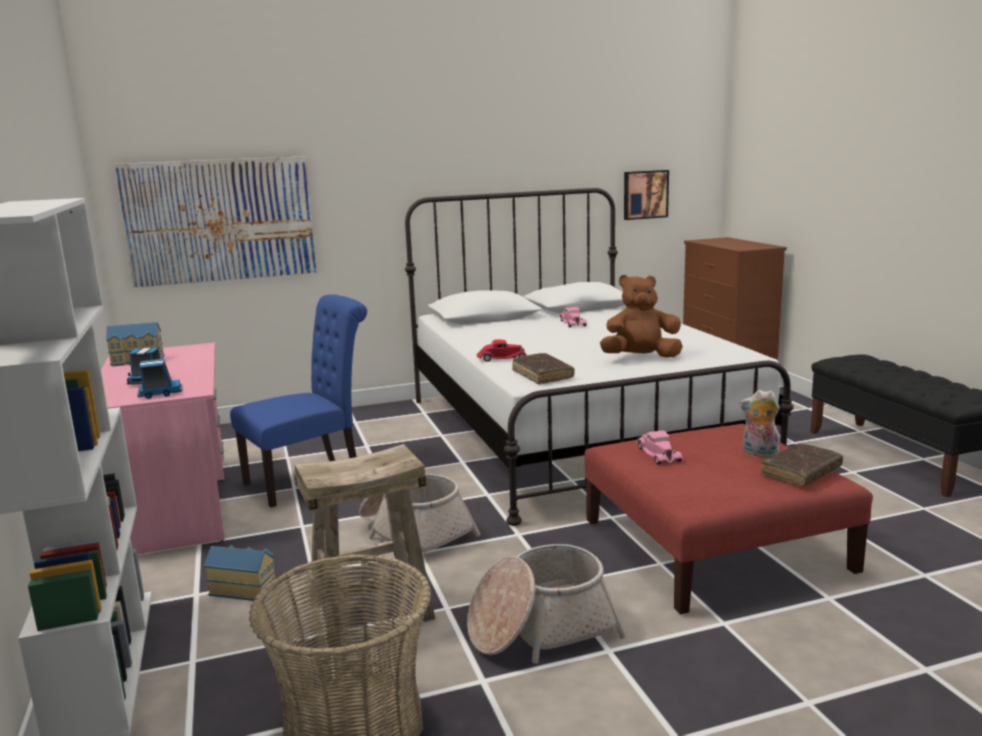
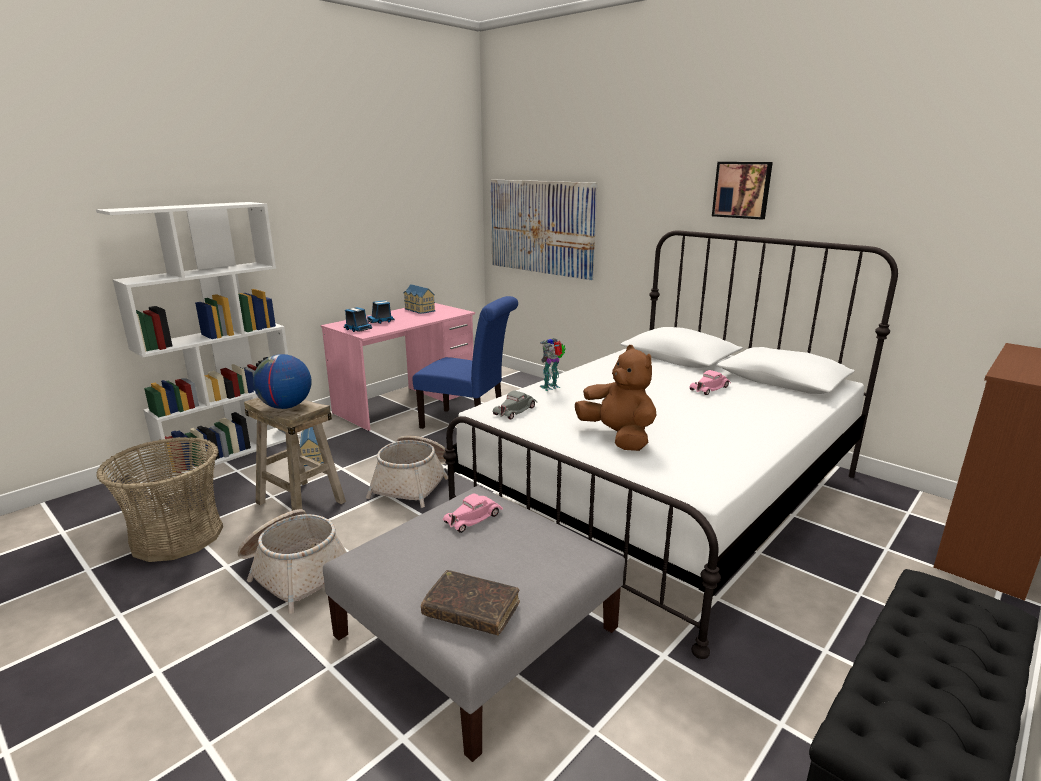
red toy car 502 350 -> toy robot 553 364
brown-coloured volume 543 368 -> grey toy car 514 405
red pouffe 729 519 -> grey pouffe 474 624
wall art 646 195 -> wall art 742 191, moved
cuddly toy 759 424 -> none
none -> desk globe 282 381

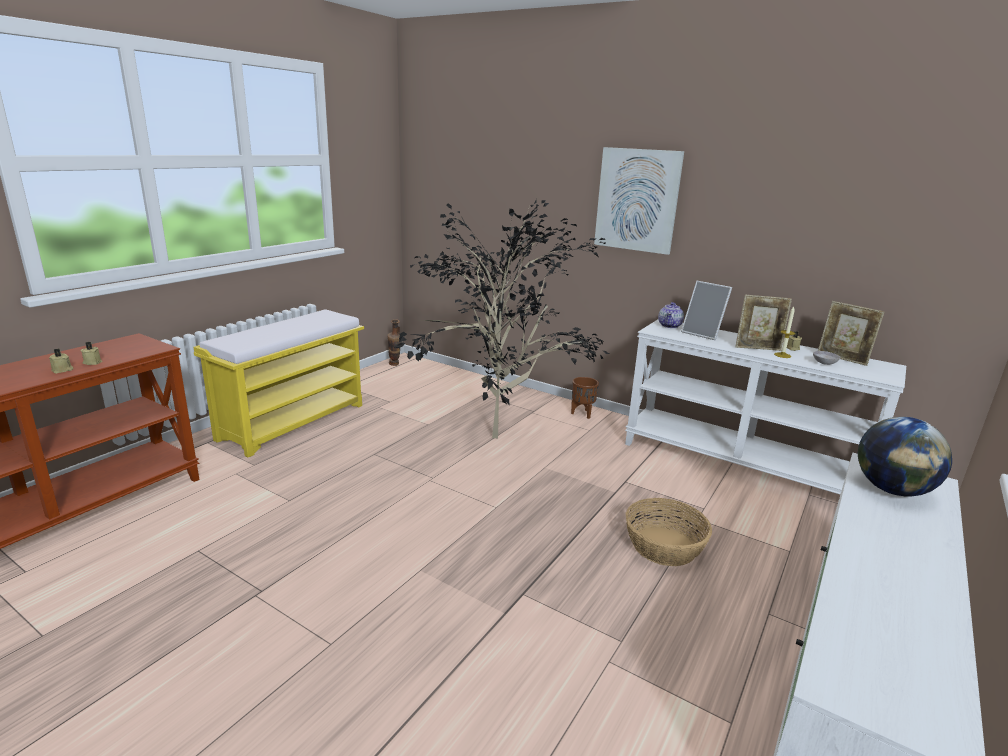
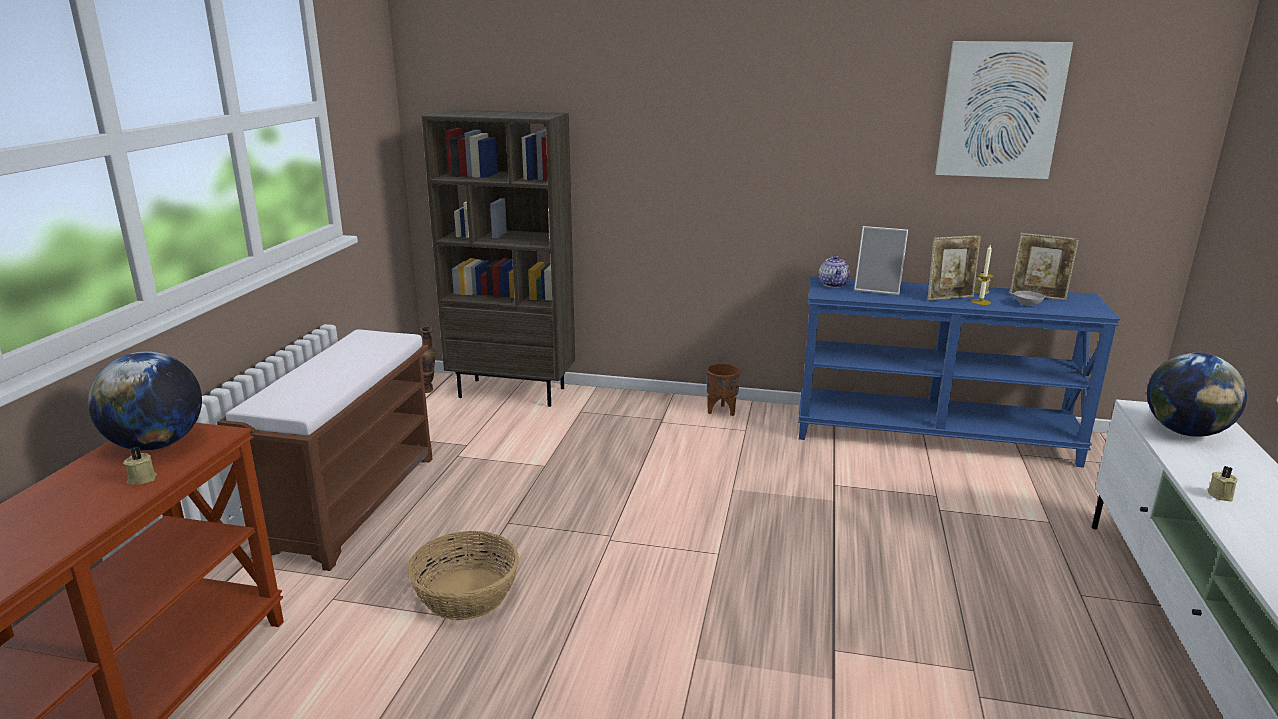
beige wax candle 61 360 -> beige wax candle 1223 483, moved
yellowish indoor bench 279 383 -> brown-coloured indoor bench 324 450
potted plant 502 318 -> none
wall art 639 201 -> wall art 1004 110, moved
white-coloured console table 765 407 -> bluish console table 959 372
basket 669 532 -> basket 463 575, moved
none -> desk globe 145 401
none -> brown-coloured bookshelf 498 258

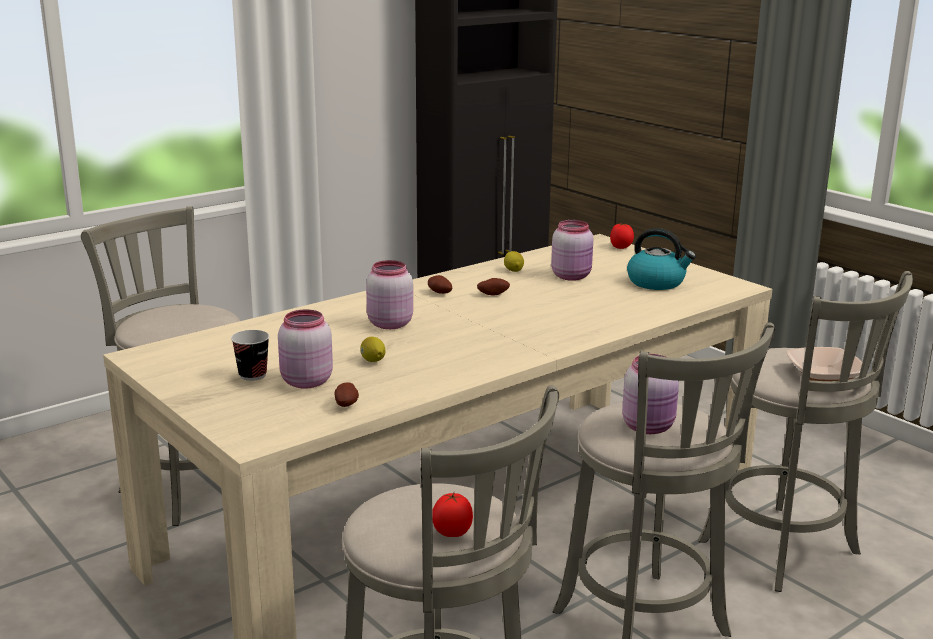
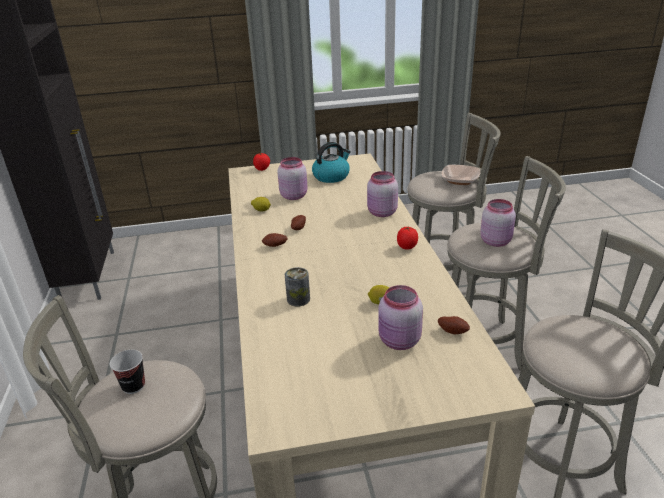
small cup 250 355 -> small cup 127 372, moved
pinkish jar 389 294 -> pinkish jar 382 194, moved
tomato 453 515 -> tomato 407 238, moved
none -> sealed can 297 287

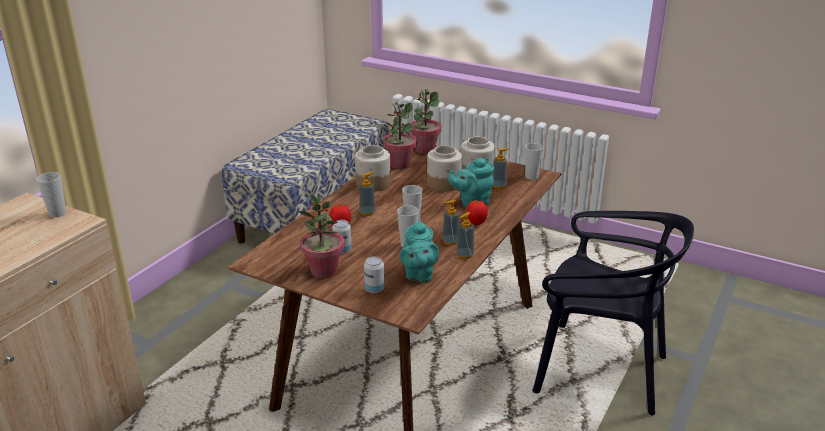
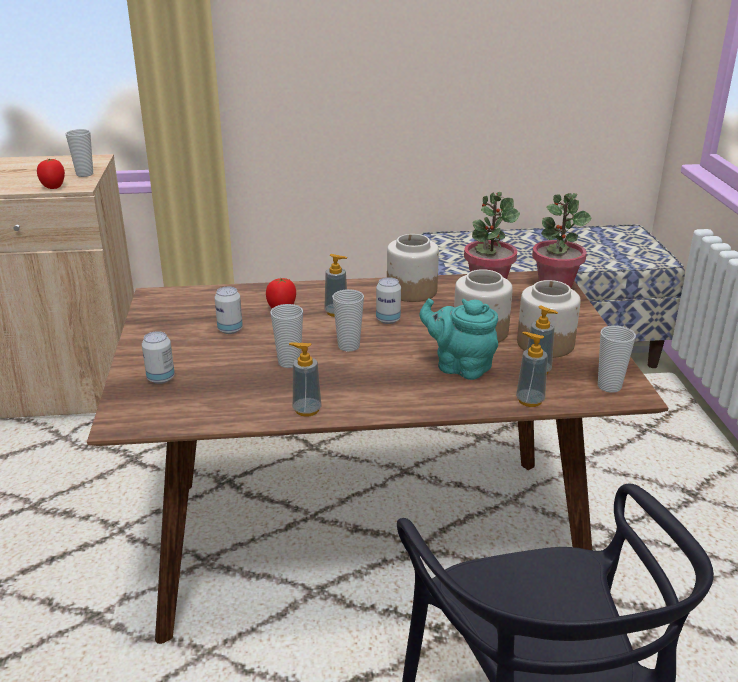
potted plant 321 236 -> none
turquoise-coloured pot for tea 419 251 -> none
soap bottle 450 222 -> soap bottle 532 369, moved
tomato 477 212 -> tomato 51 174, moved
none -> sealed can 388 300

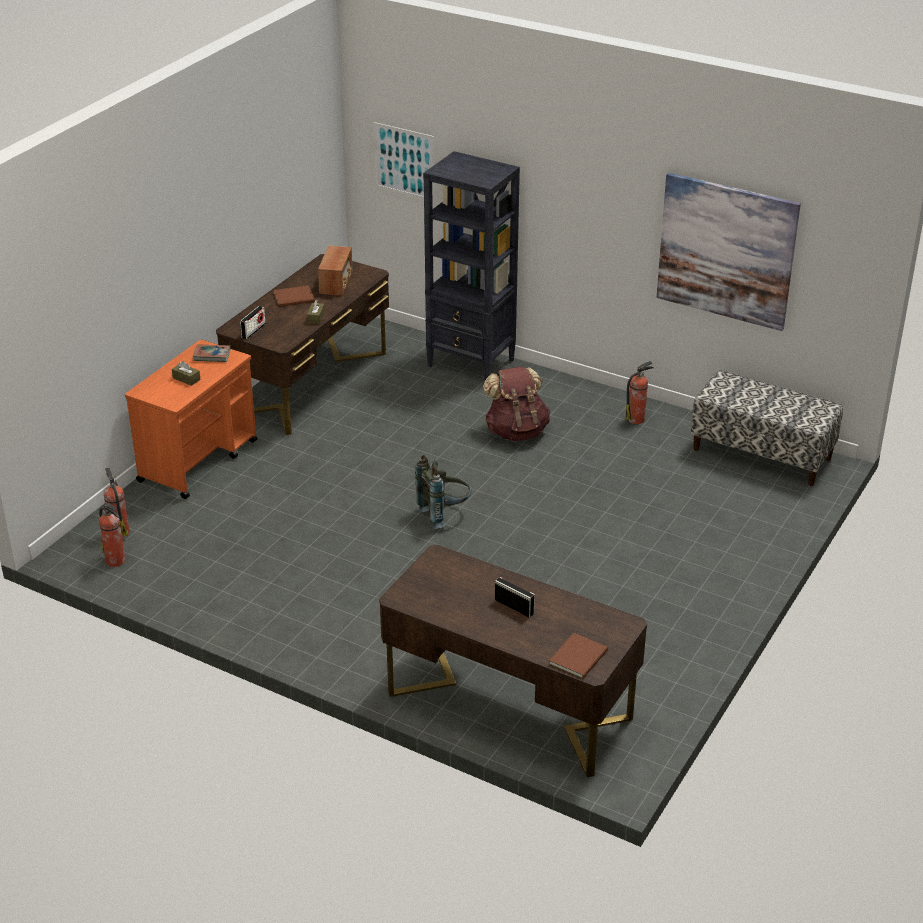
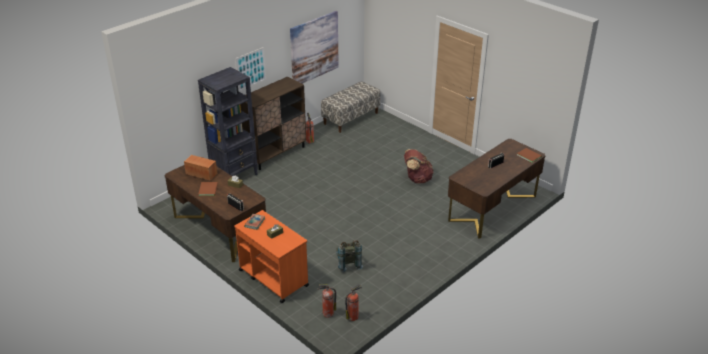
wall art 404 162 -> wall art 251 69, moved
grey rucksack 443 492 -> grey rucksack 349 256, moved
brown-coloured rucksack 516 404 -> brown-coloured rucksack 419 166, moved
none -> brown-coloured storage cabinet 273 123

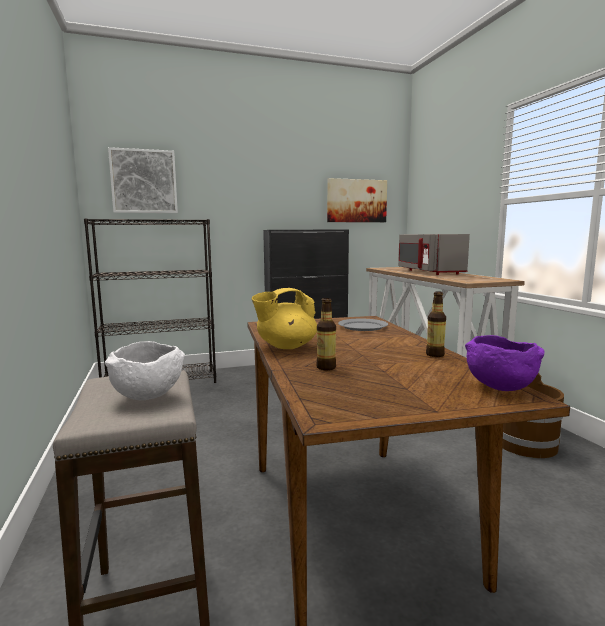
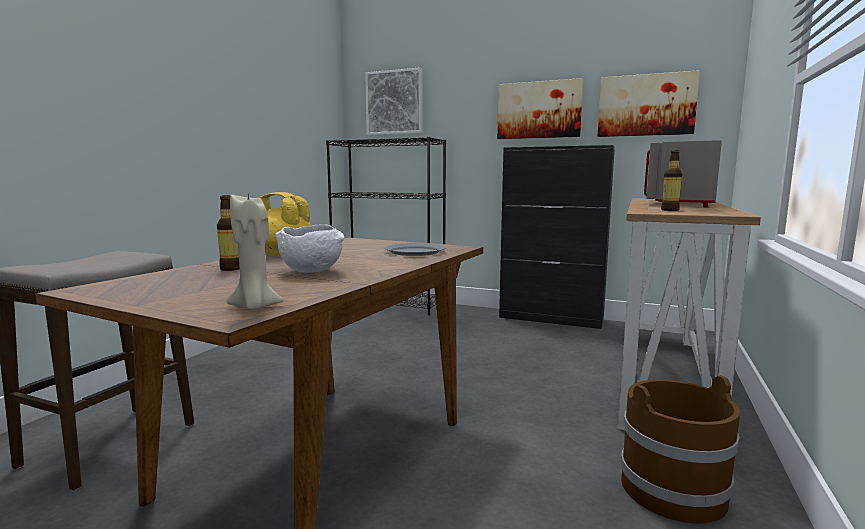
white-coloured bowl 145 370 -> white-coloured bowl 309 248, moved
drink bottle 436 324 -> drink bottle 671 180, moved
purplish bowl 504 363 -> beige wax candle 255 251
none -> wall art 540 108

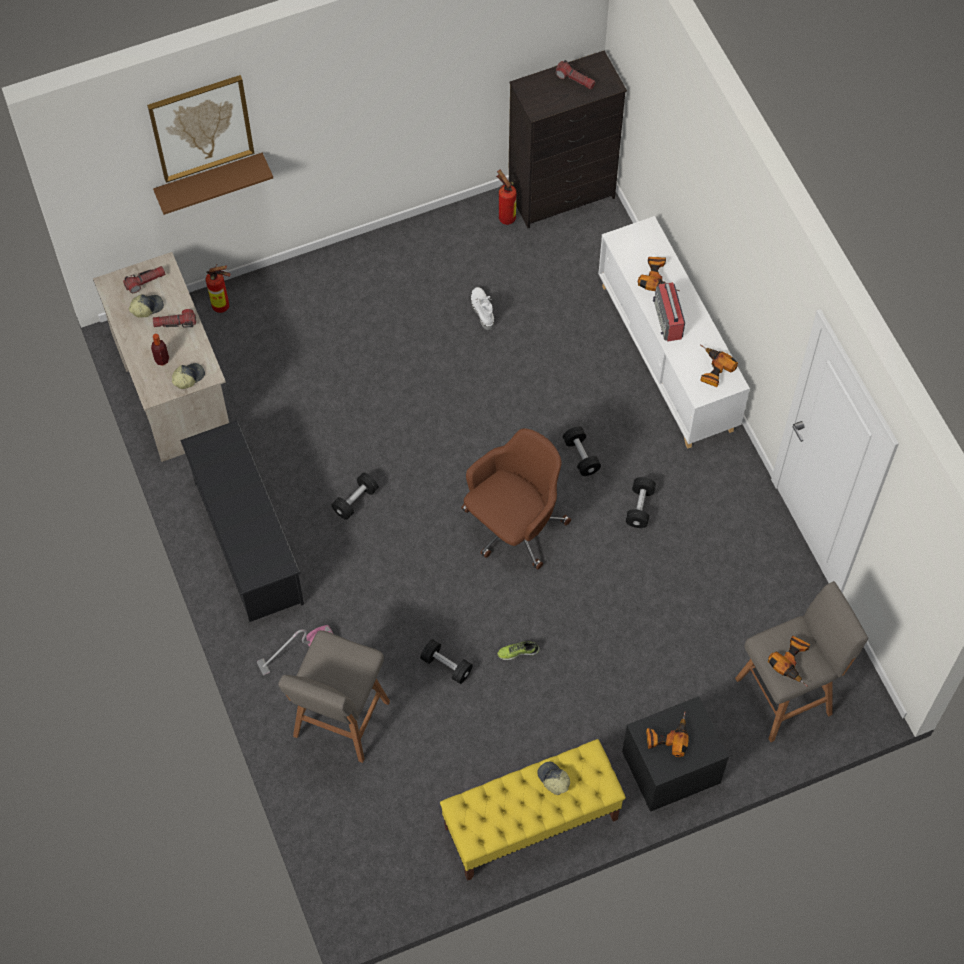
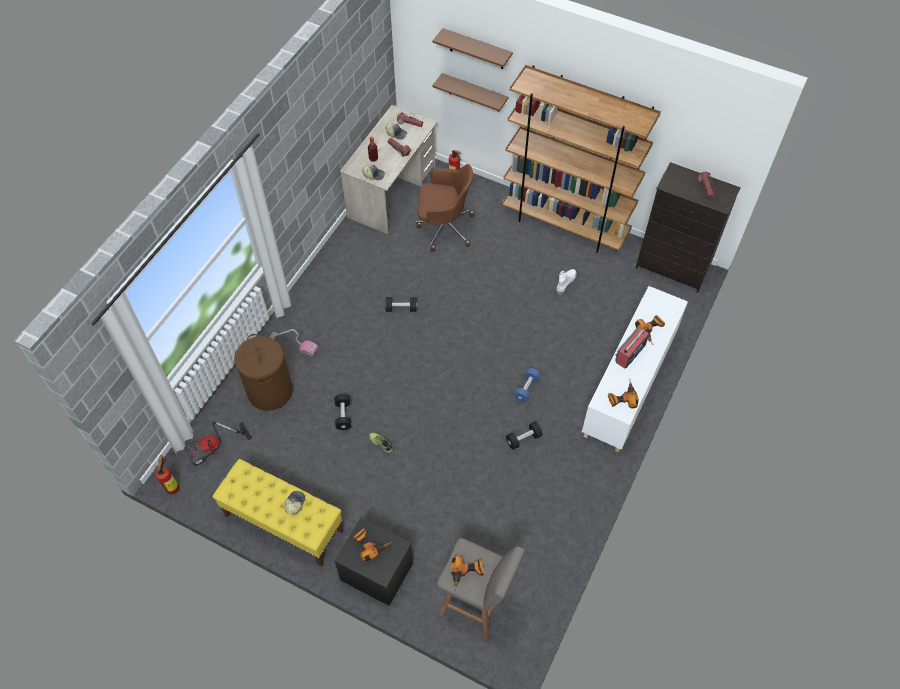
wall art 200 129 -> brown-coloured shelf 473 48
black shoe rack 242 521 -> none
grey sitting stool 334 696 -> brown-coloured hamper 263 372
brown-coloured computer chair 516 499 -> brown-coloured computer chair 445 208, moved
fire extinguisher 506 197 -> fire extinguisher 167 474, moved
black hand weight 582 451 -> bluish hand weight 527 385
none -> hoover 218 443
none -> brown-coloured bookshelf 581 159

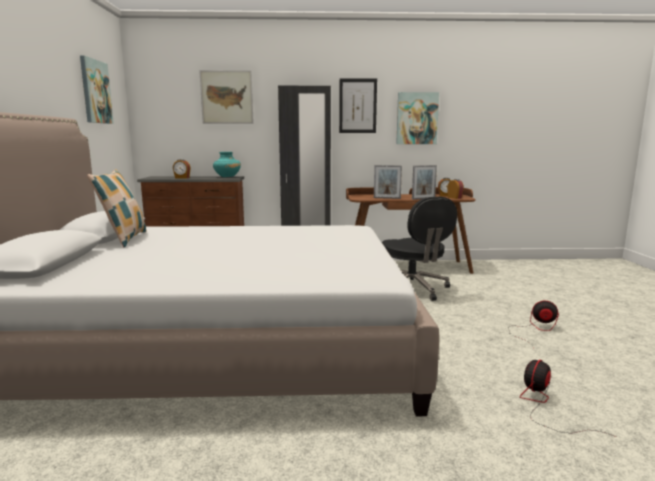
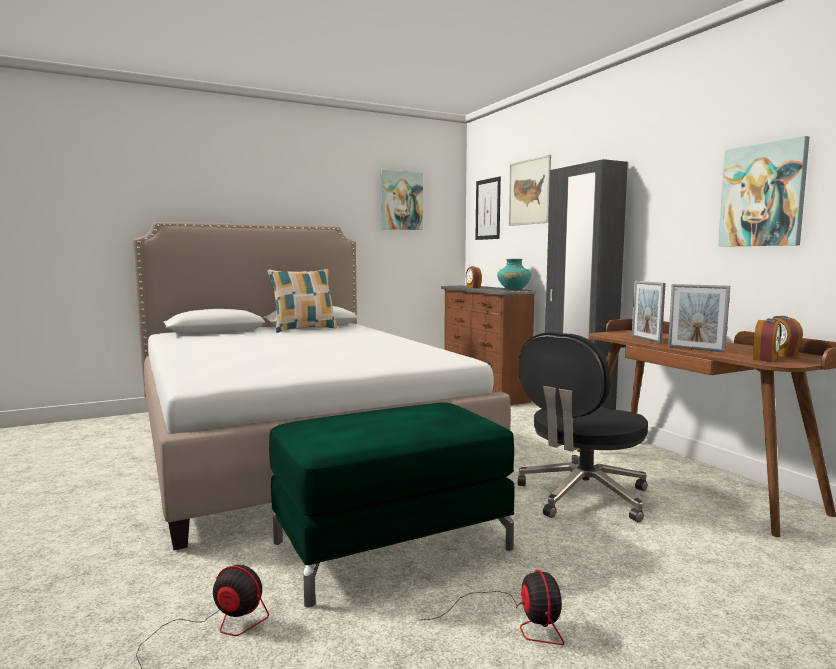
wall art 358 105 -> wall art 488 208, moved
none -> greenish pouffe 392 504

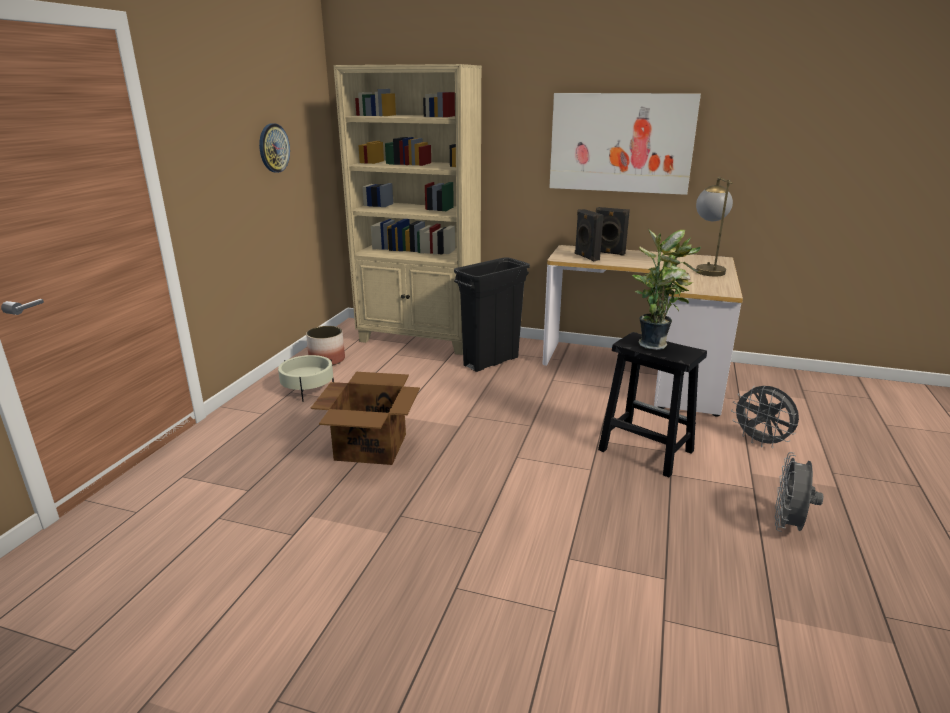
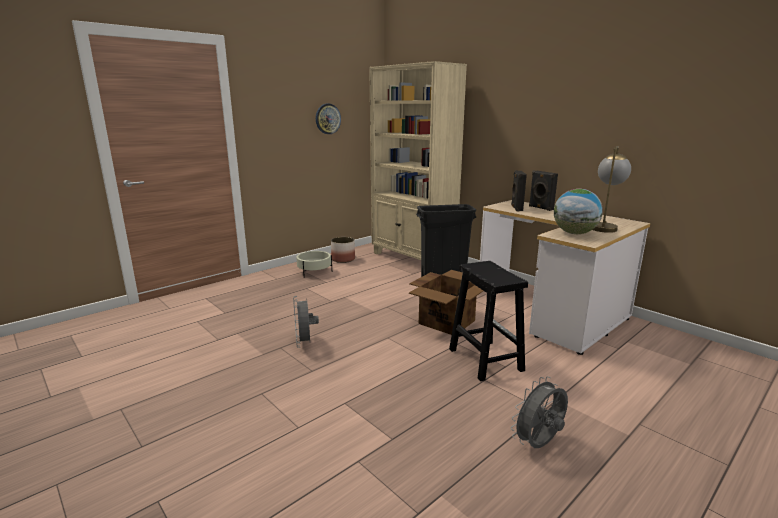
packing box 365 418 -> packing box 446 302, moved
wall art 625 144 -> none
potted plant 667 289 -> none
grey cooling fan 765 417 -> grey cooling fan 306 322, moved
none -> desk globe 578 211

